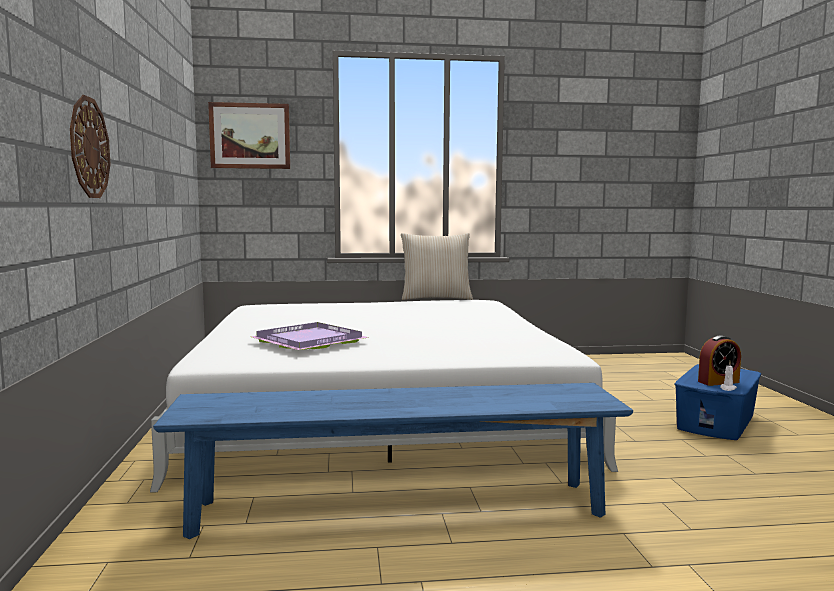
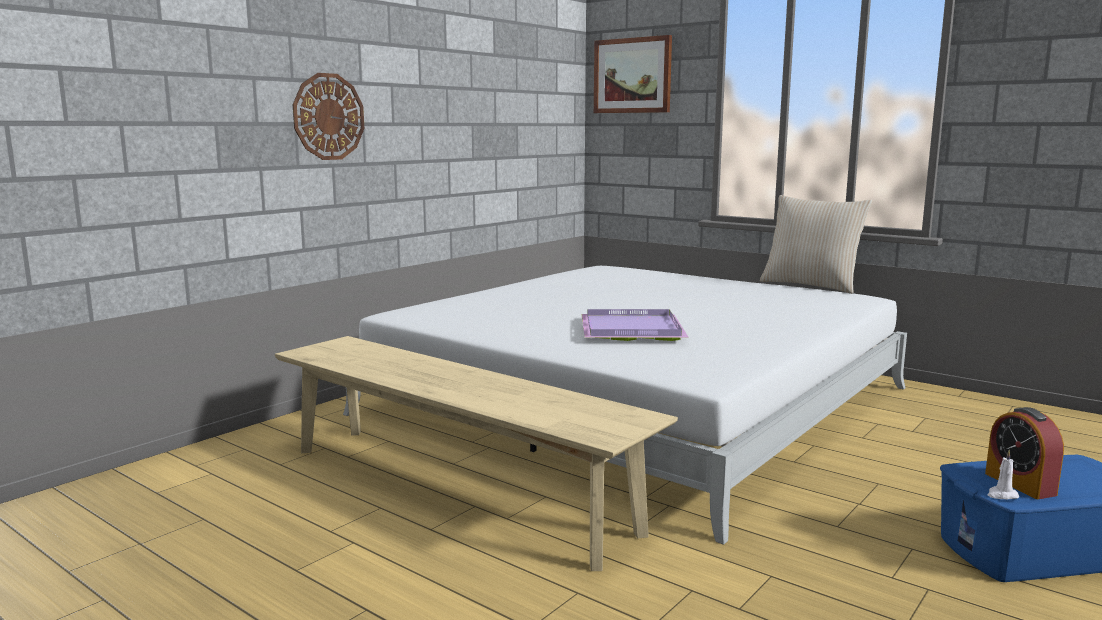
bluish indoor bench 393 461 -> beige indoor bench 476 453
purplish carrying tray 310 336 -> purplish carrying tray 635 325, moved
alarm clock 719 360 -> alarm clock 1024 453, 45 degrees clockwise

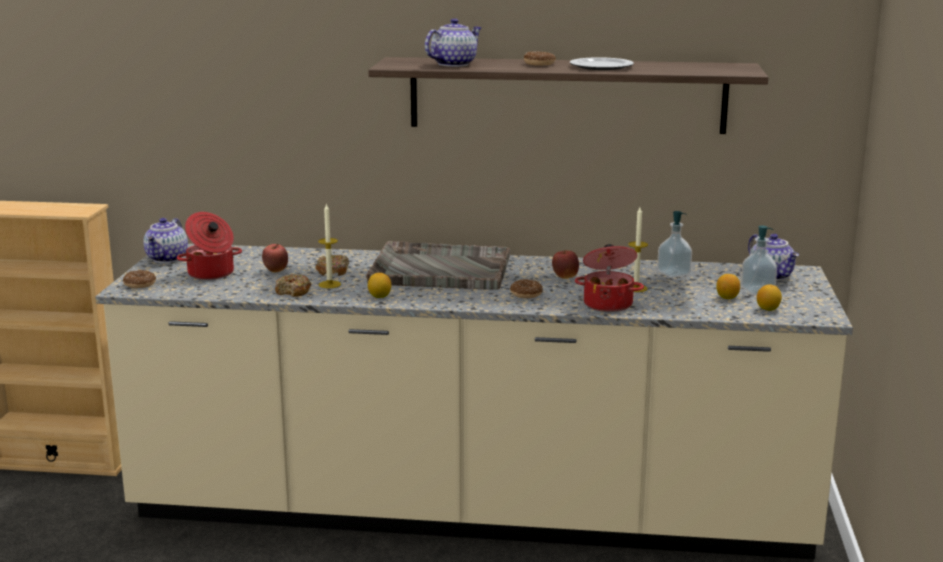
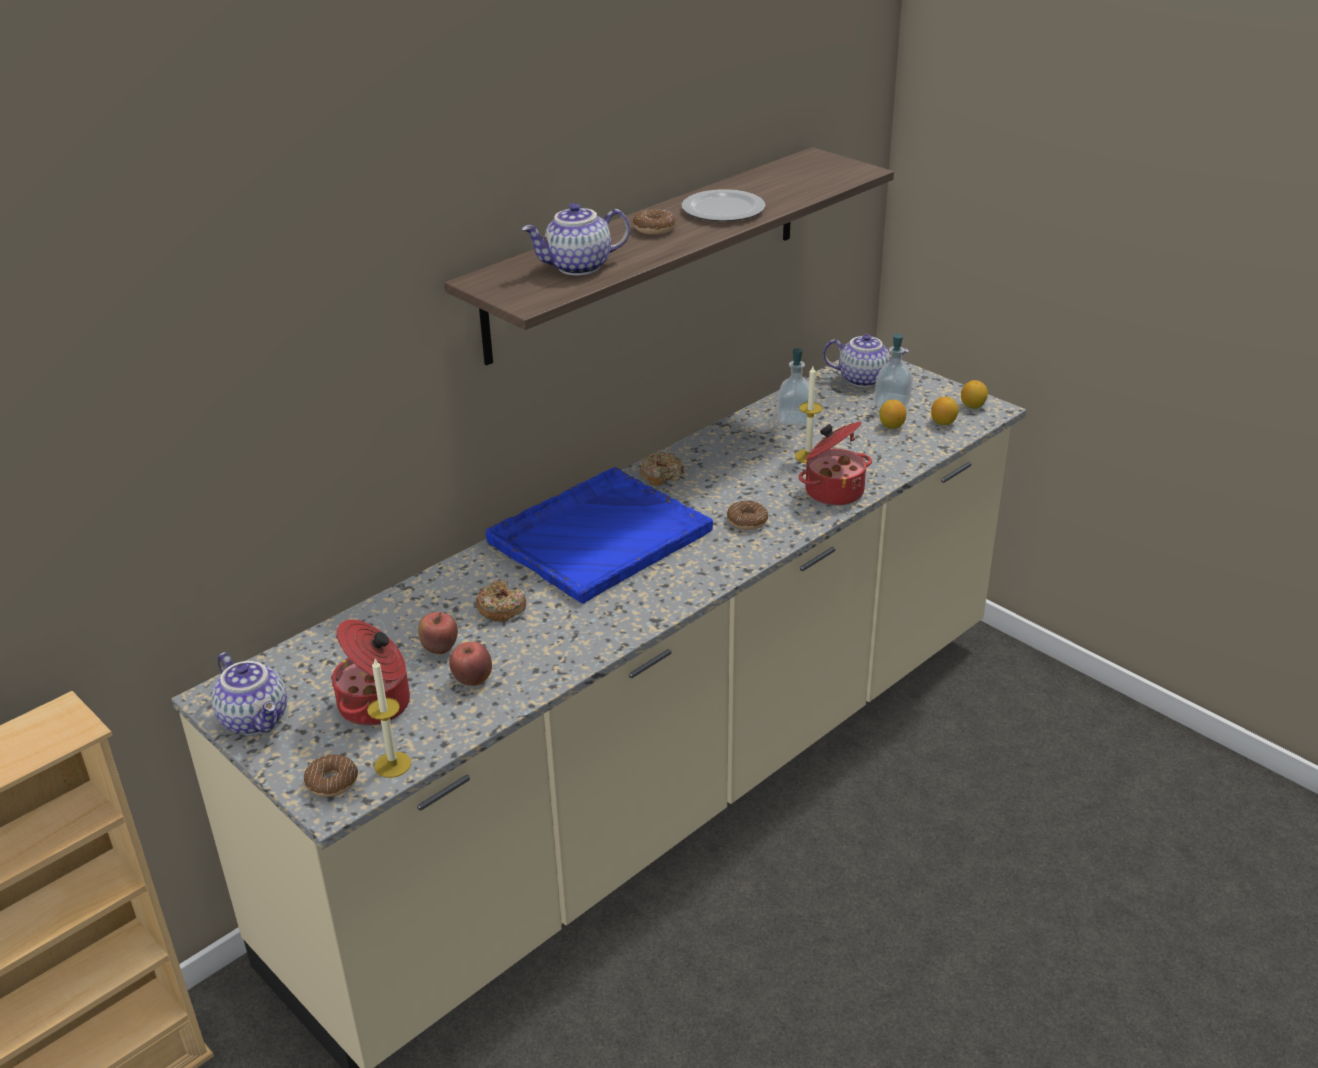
donut 293 285 -> donut 662 469, moved
wax candle 329 246 -> wax candle 389 718, moved
grey carrying tray 438 265 -> bluish carrying tray 599 535
citrus fruit 379 285 -> citrus fruit 974 394, moved
pot for tea 453 42 -> pot for tea 576 239, 105 degrees counterclockwise
apple 565 264 -> apple 470 663, moved

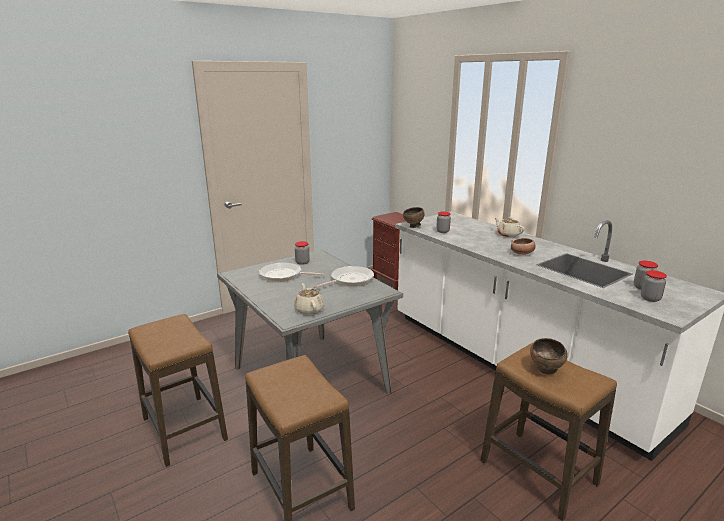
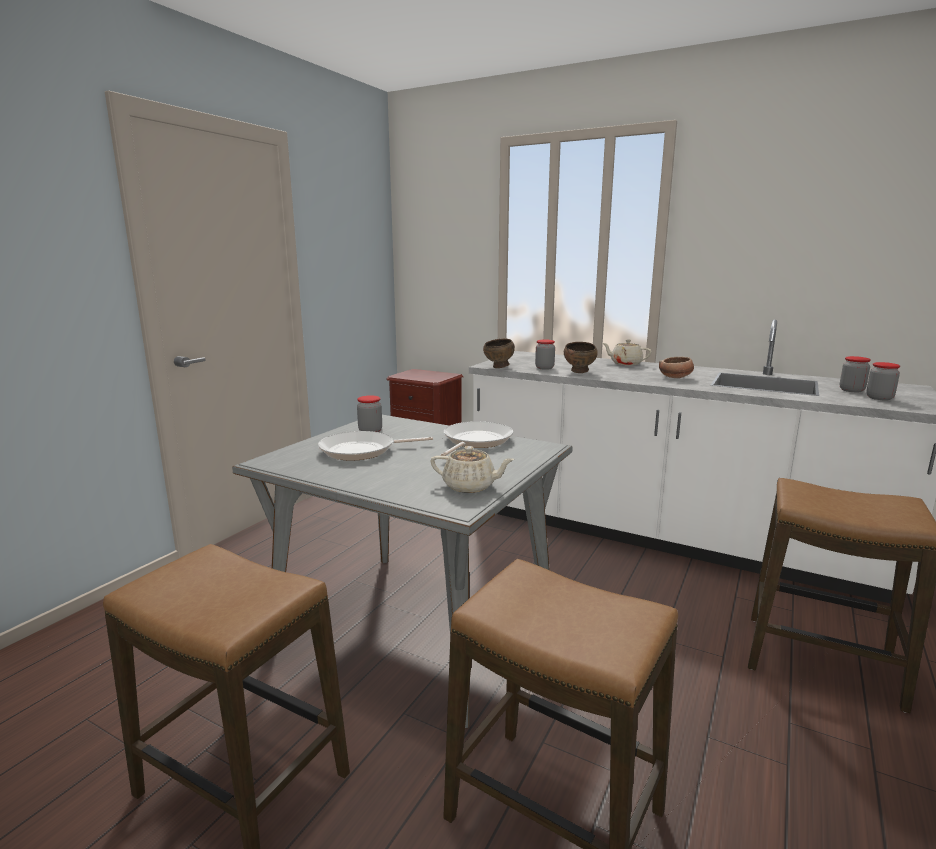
beige pot for tea 309 299 -> beige pot for tea 472 469, 150 degrees clockwise
brown-coloured bowl 549 356 -> brown-coloured bowl 581 357, moved

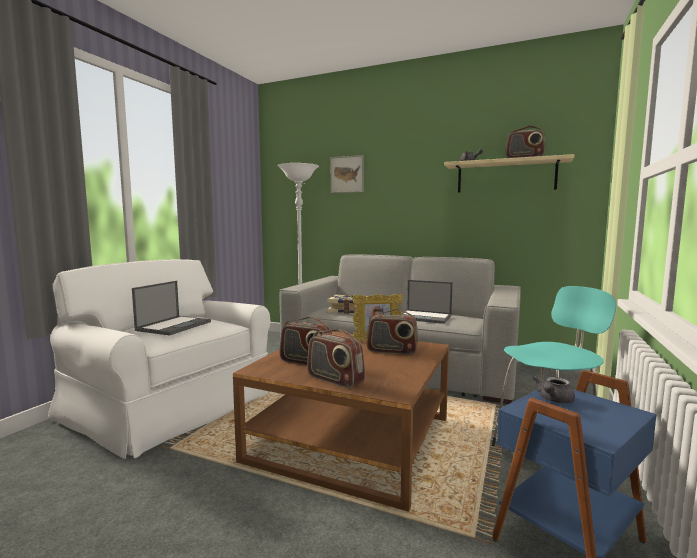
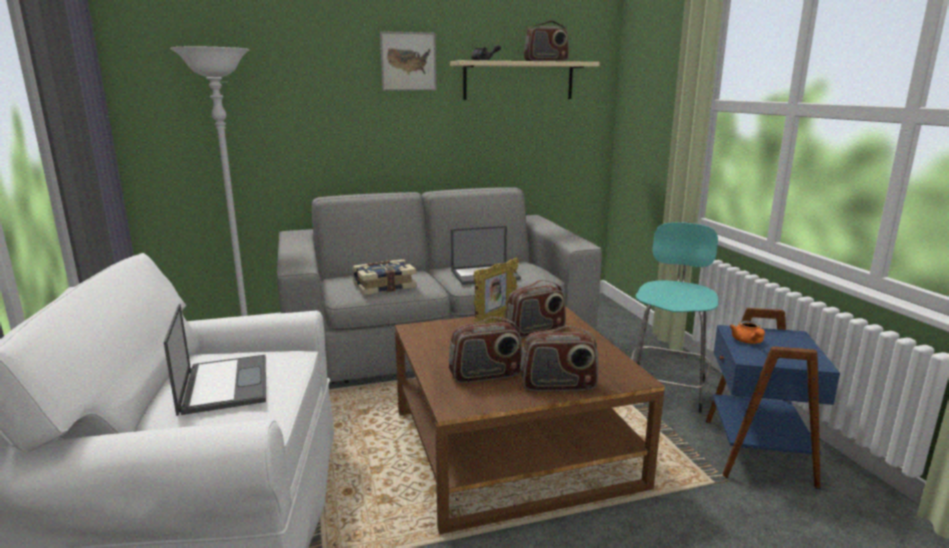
wall art 347 174 -> wall art 408 61, moved
grey pot for tea 553 390 -> orangey pot for tea 747 332

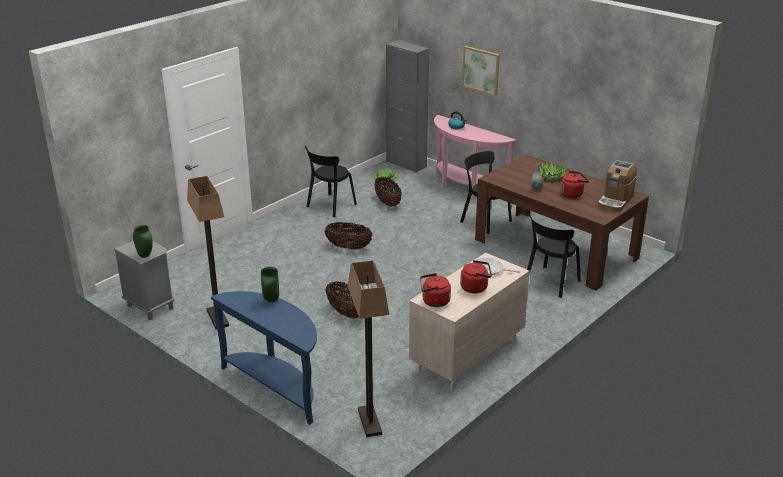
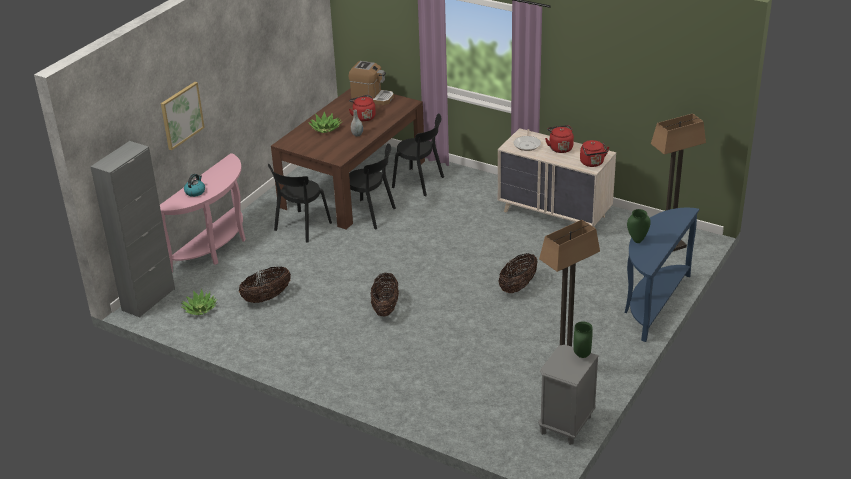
black chair 331 181 -> black chair 372 186, moved

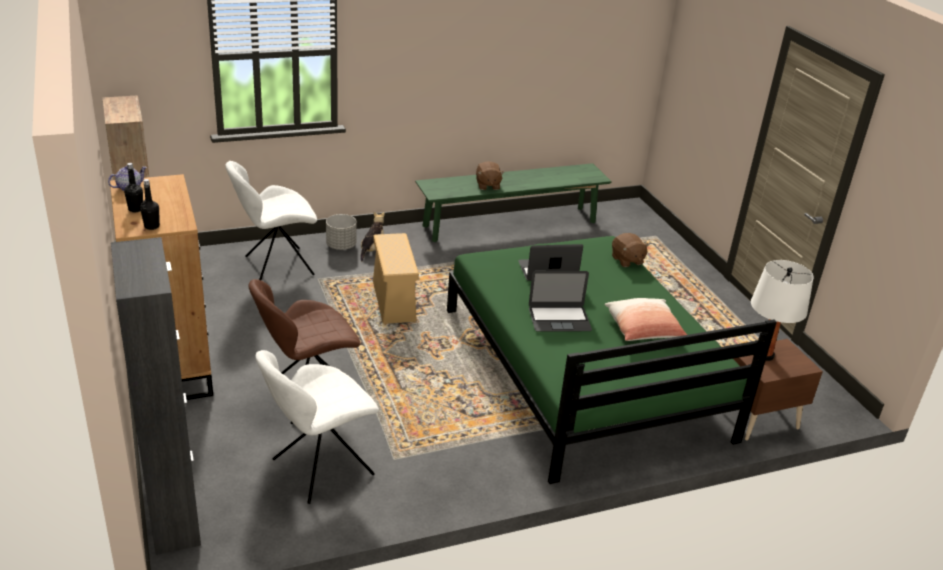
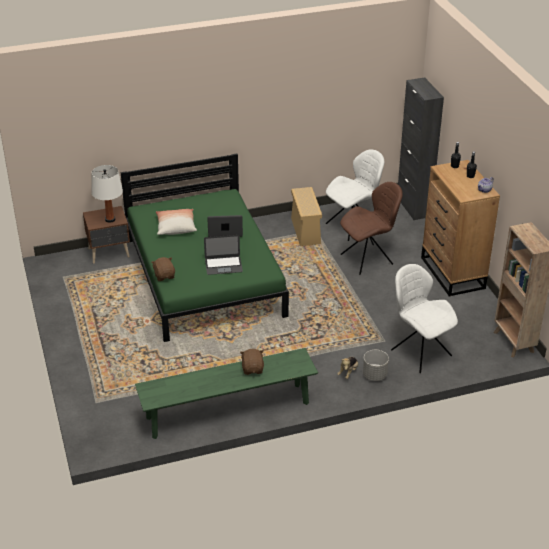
white-coloured chair 271 220 -> white-coloured chair 424 318, 105 degrees counterclockwise
beige storage bin 396 278 -> beige storage bin 306 216, moved

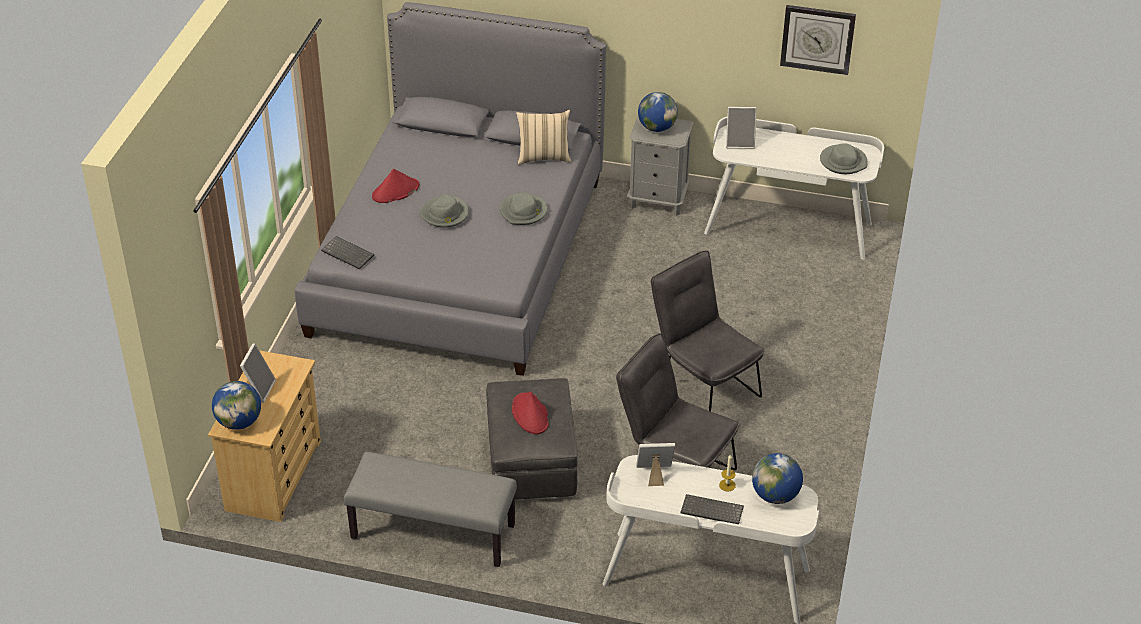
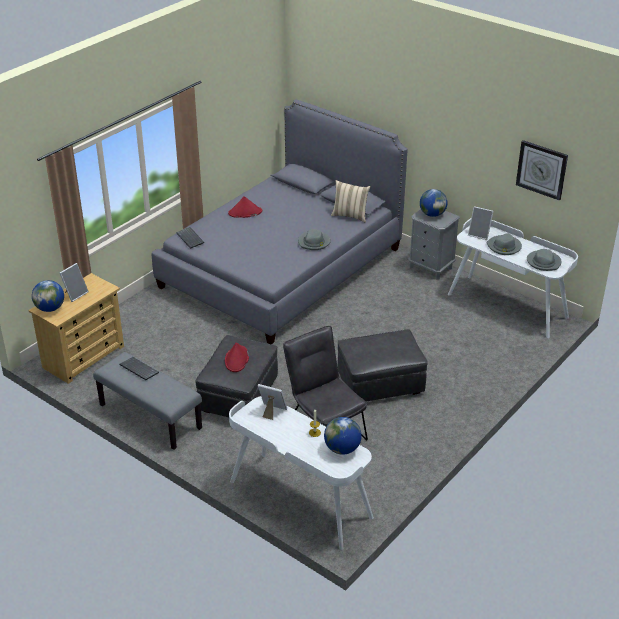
grey wearable hat 444 211 -> grey wearable hat 504 244, moved
grey chair 708 331 -> grey pouffe 383 365
keyboard 712 509 -> keyboard 139 368, moved

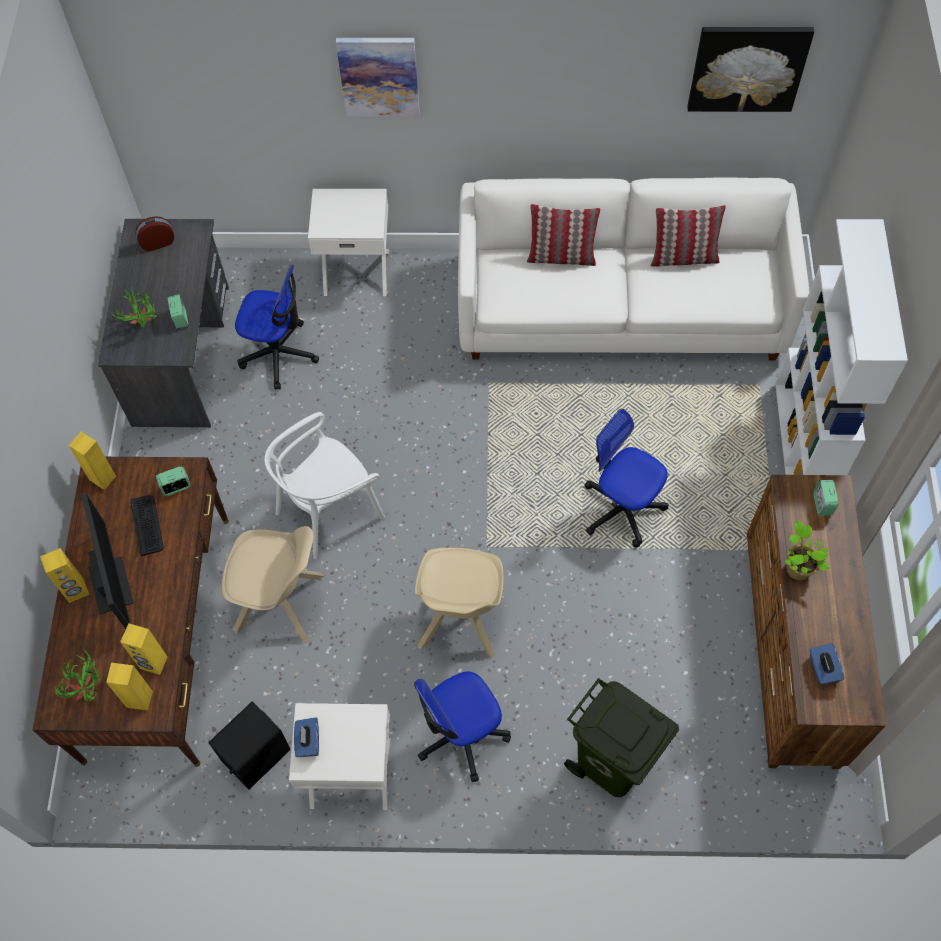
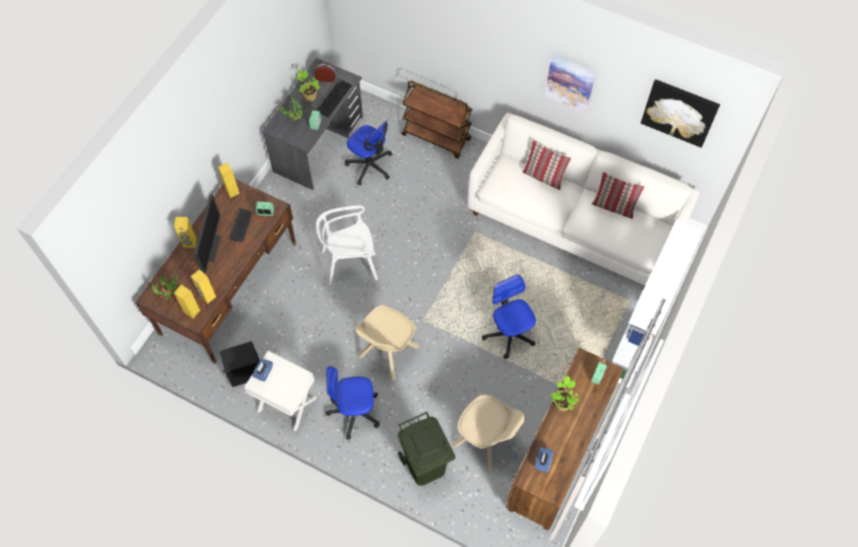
beige chair 272 584 -> beige chair 488 433, moved
white-coloured night table 348 242 -> brown-coloured cart 436 119
wall art 378 77 -> wall art 570 84, moved
none -> potted plant 308 85
none -> keyboard 334 98

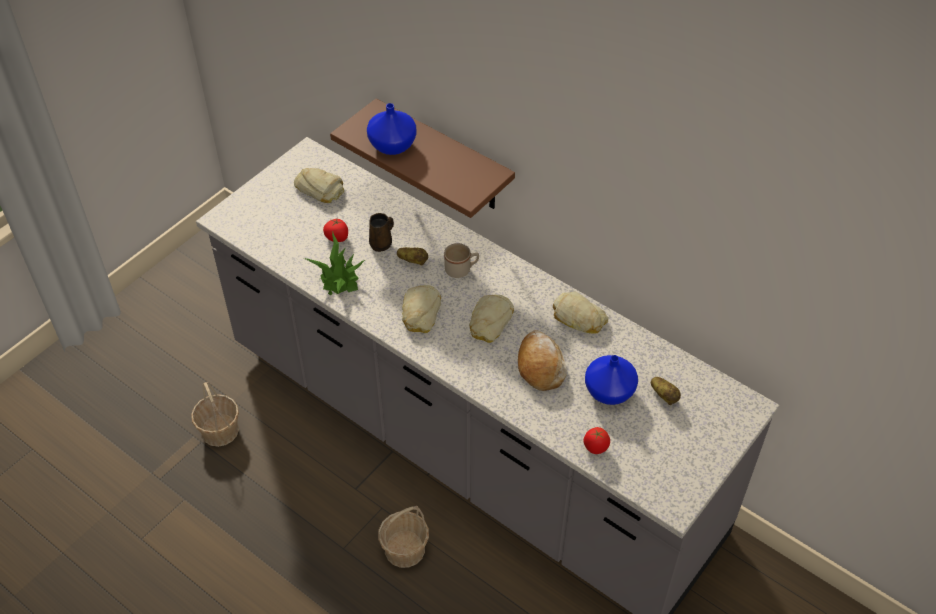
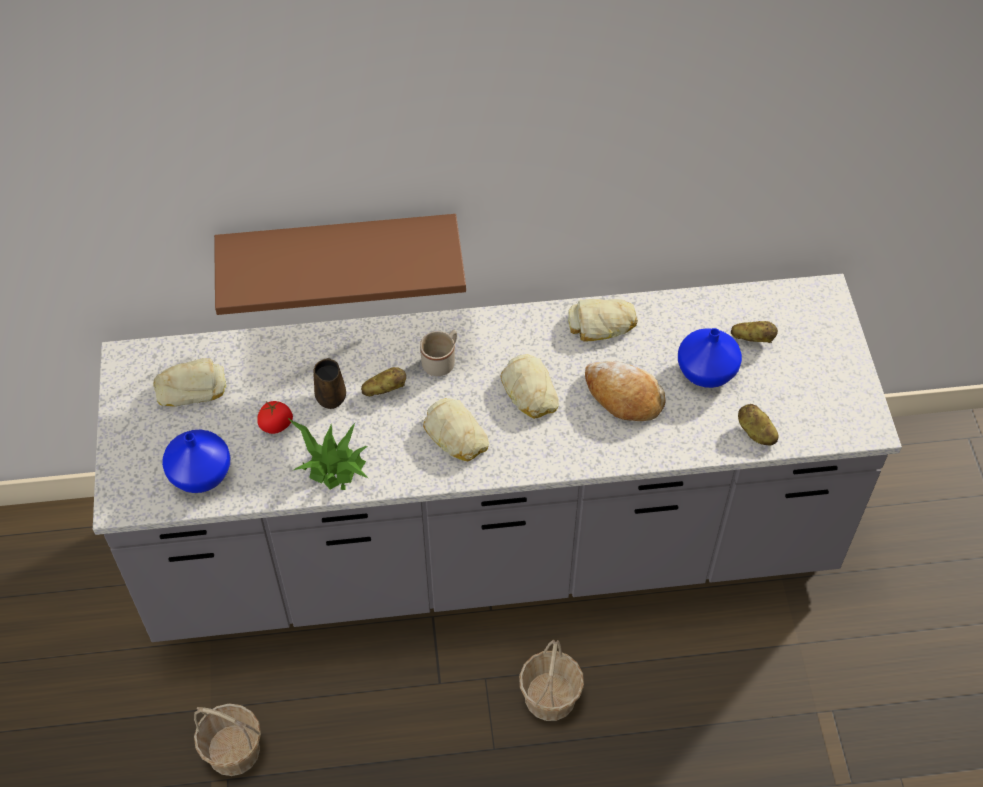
bluish vase 392 129 -> bluish vase 196 461, moved
tomato 597 440 -> whole potato 758 424

